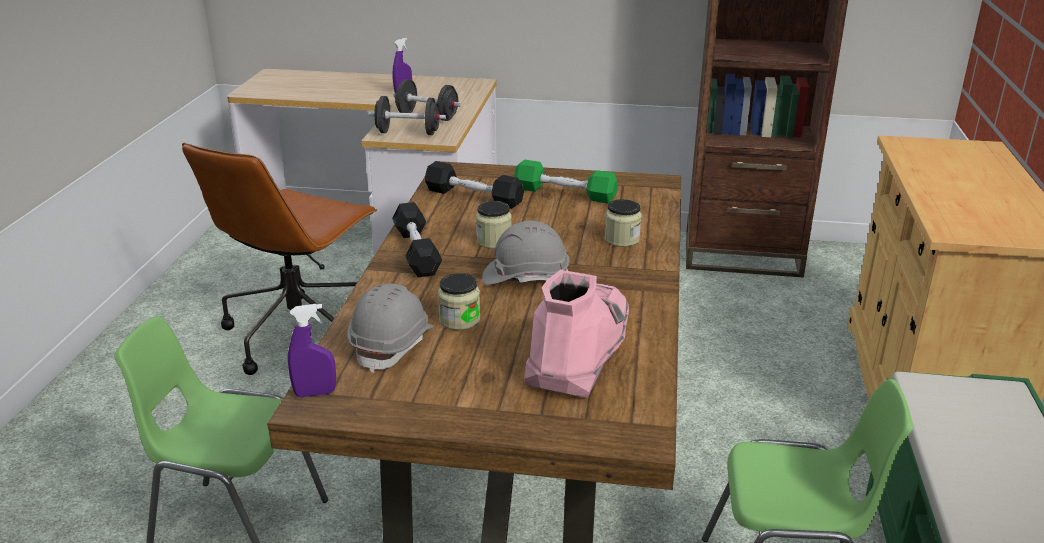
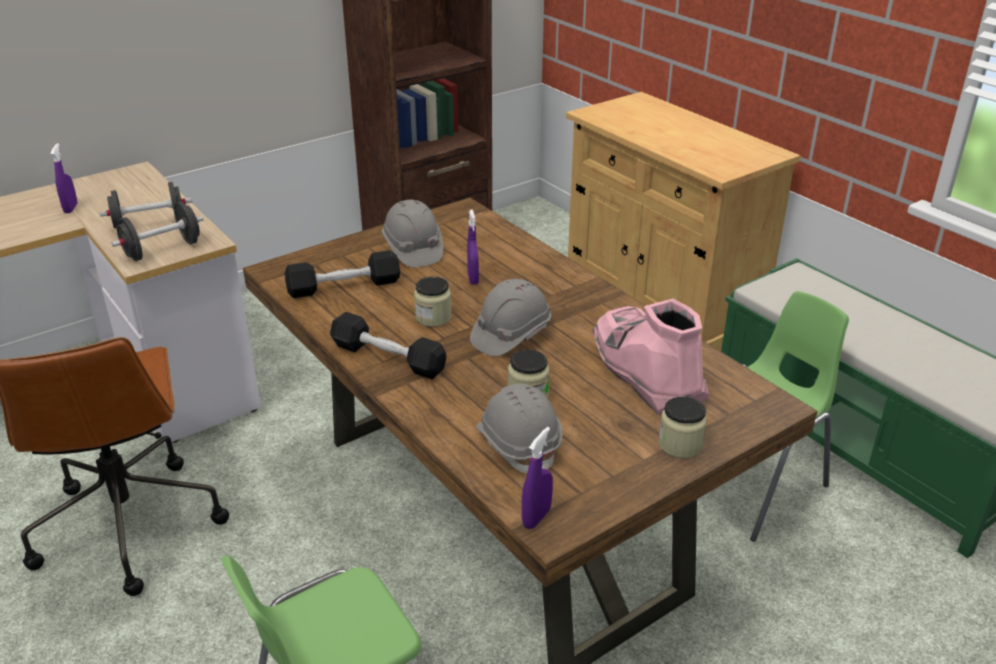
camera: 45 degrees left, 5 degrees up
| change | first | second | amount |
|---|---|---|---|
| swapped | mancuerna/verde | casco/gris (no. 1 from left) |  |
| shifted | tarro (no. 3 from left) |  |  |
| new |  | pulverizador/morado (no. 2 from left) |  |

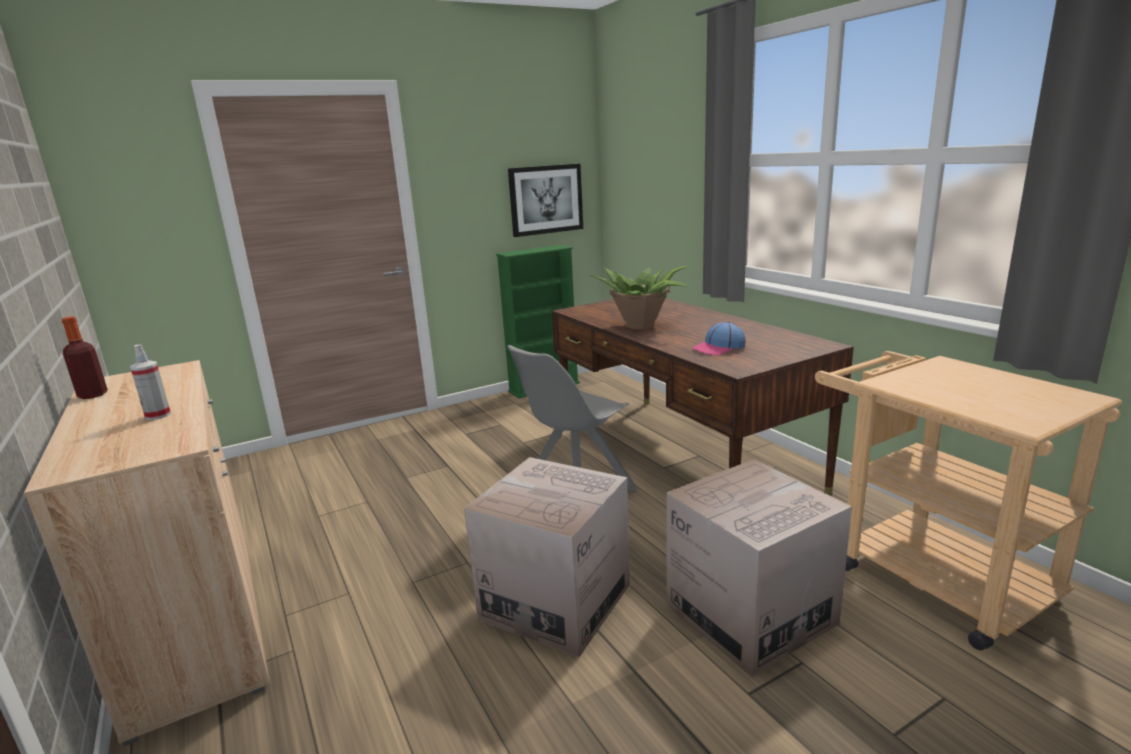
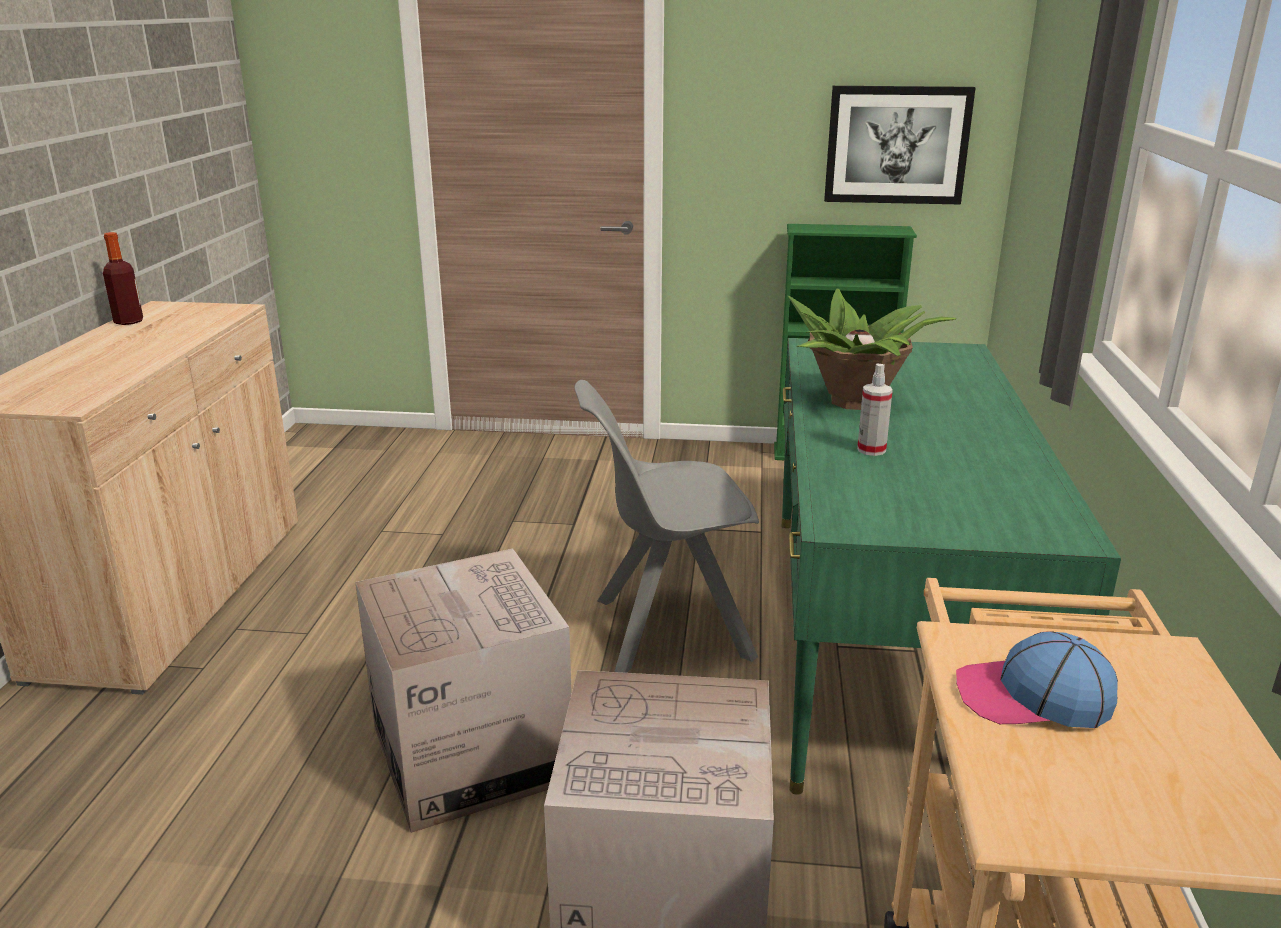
camera: 35 degrees right, 5 degrees up
| change | first | second | amount |
|---|---|---|---|
| repainted | escritorio/marrón | escritorio/verde |  |
| shifted | gorra |  |  |
| shifted | pulverizador |  |  |

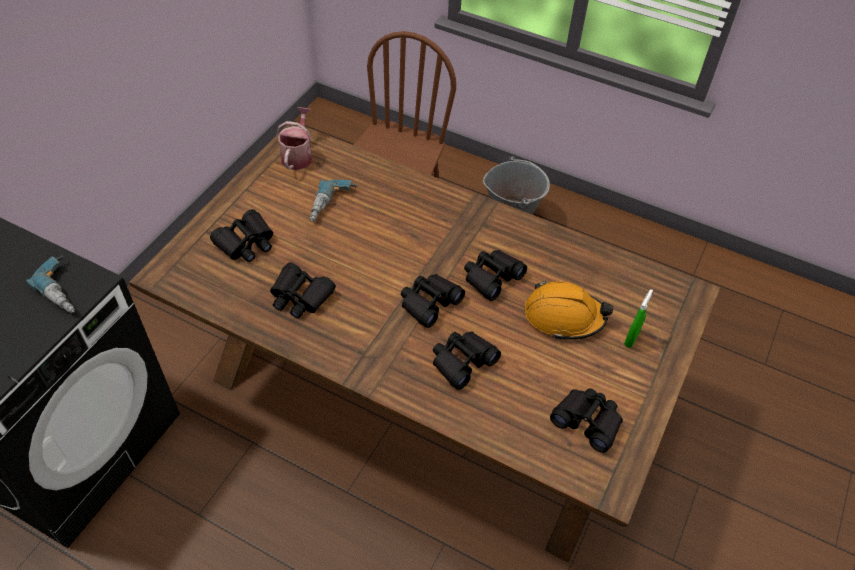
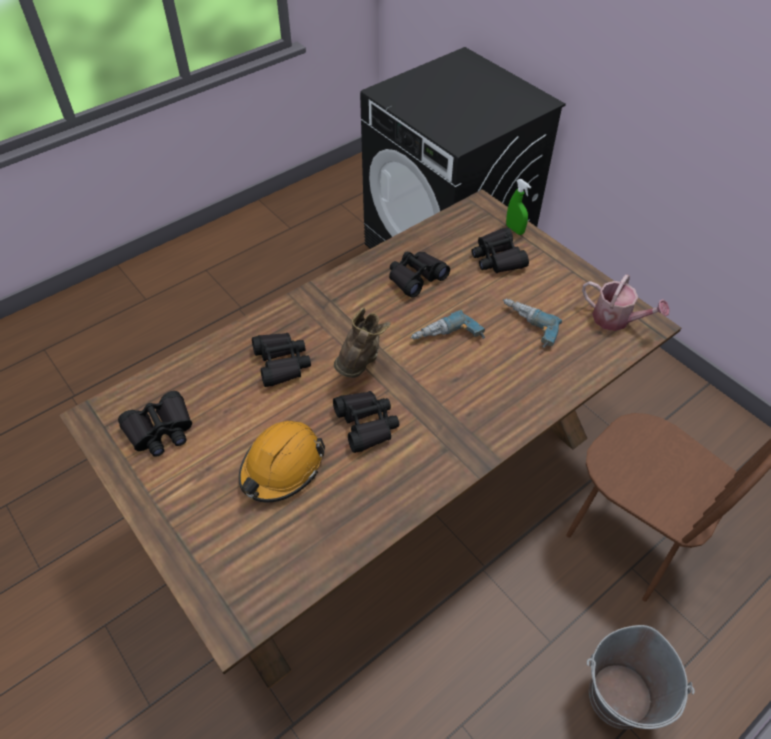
camera: 115 degrees right, 0 degrees up
| change | first | second | amount |
|---|---|---|---|
| shifted | taladro (no. 1 from left) |  |  |
| swapped | prismáticos/negro (no. 3 from left) | bota/marrón |  |
| shifted | pulverizador/verde |  |  |

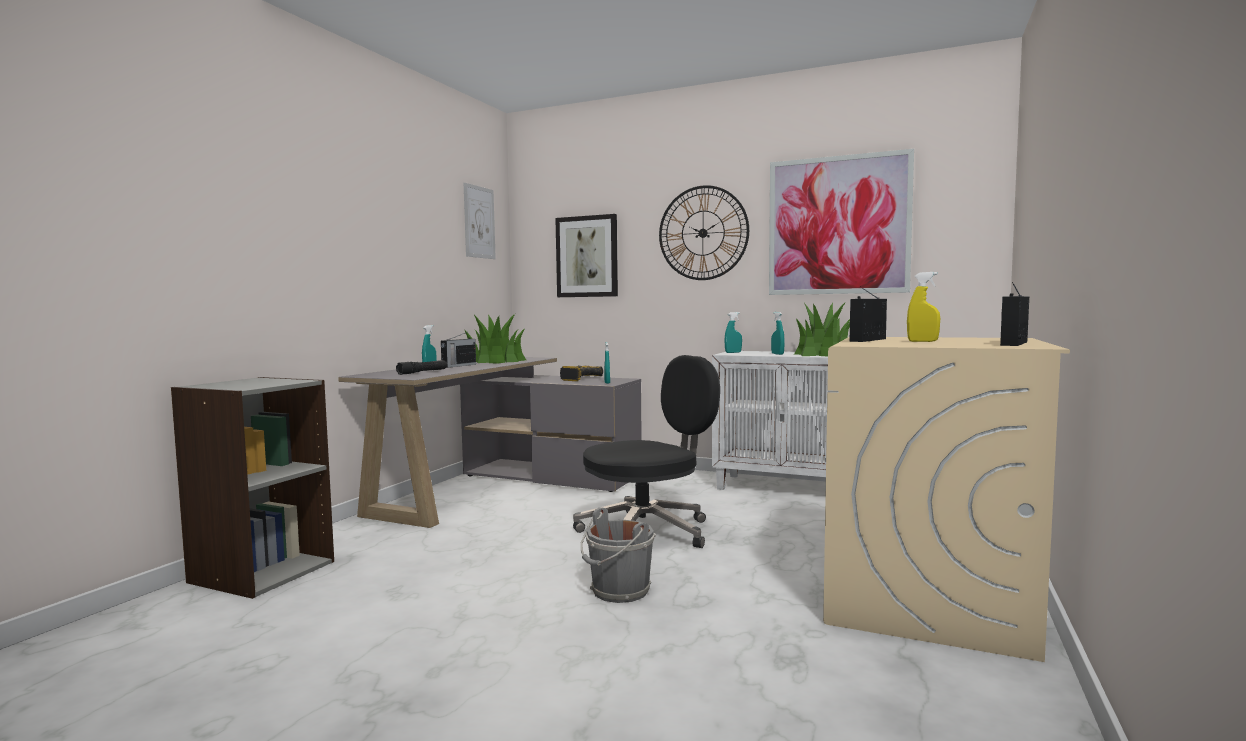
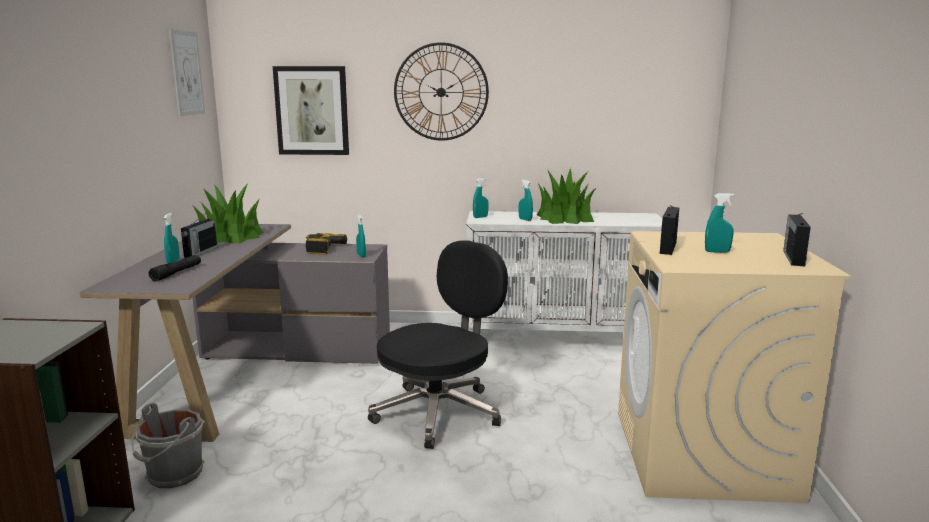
camera: 20 degrees left, 10 degrees up
| change | first | second | amount |
|---|---|---|---|
| gone | cuadro (no. 3 from left) |  |  |
| repainted | pulverizador/amarillo | pulverizador/turquesa (no. 5 from left) |  |
| shifted | cubo/gris |  |  |

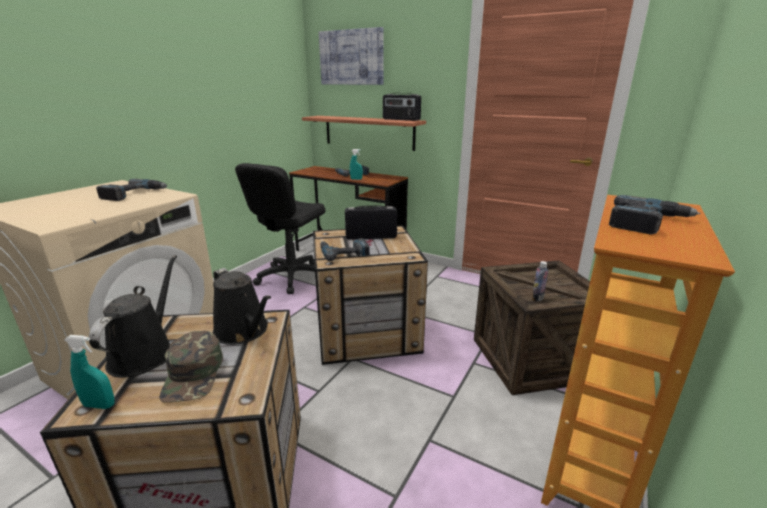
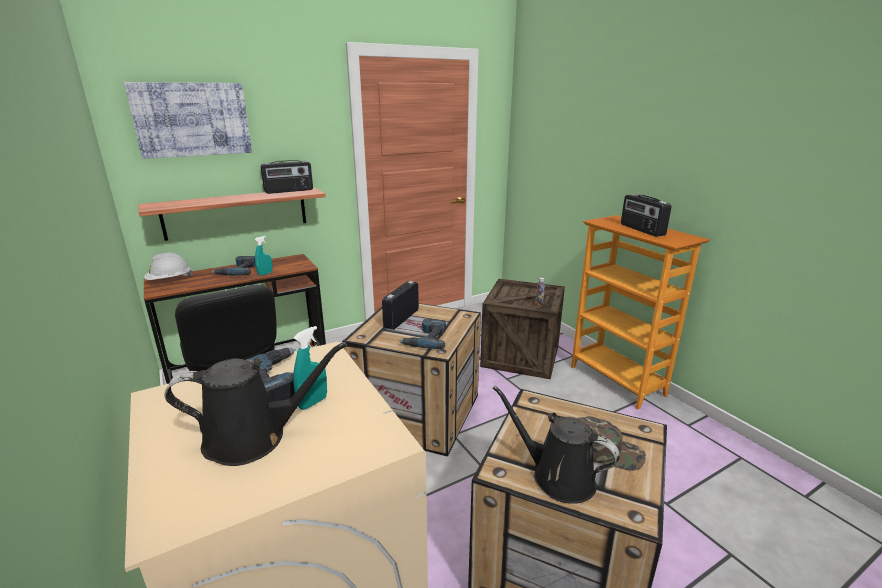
camera: 60 degrees left, 0 degrees up
| change | first | second | amount |
|---|---|---|---|
| swapped | taladro (no. 4 from left) | radio (no. 3 from left) |  |
| shifted | regadera/negro (no. 2 from left in the first image) | regadera/negro (no. 1 from left) |  |
| shifted | pulverizador/turquesa (no. 1 from left in the first image) | pulverizador/turquesa (no. 2 from left) |  |
| new |  | casco/blanco |  |

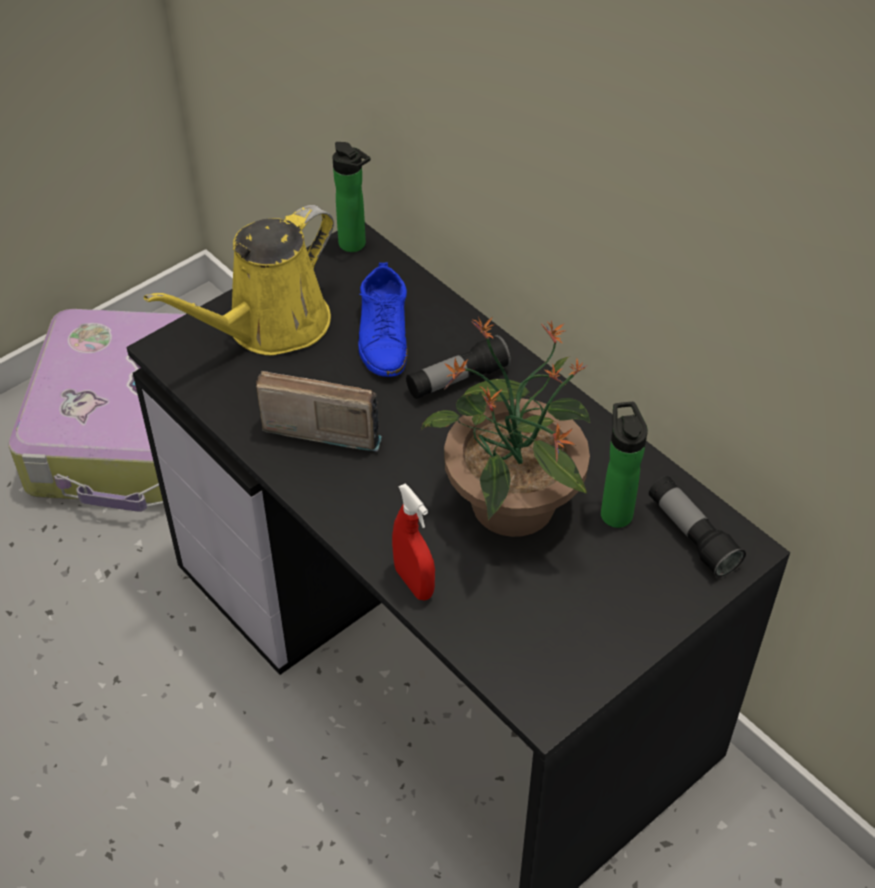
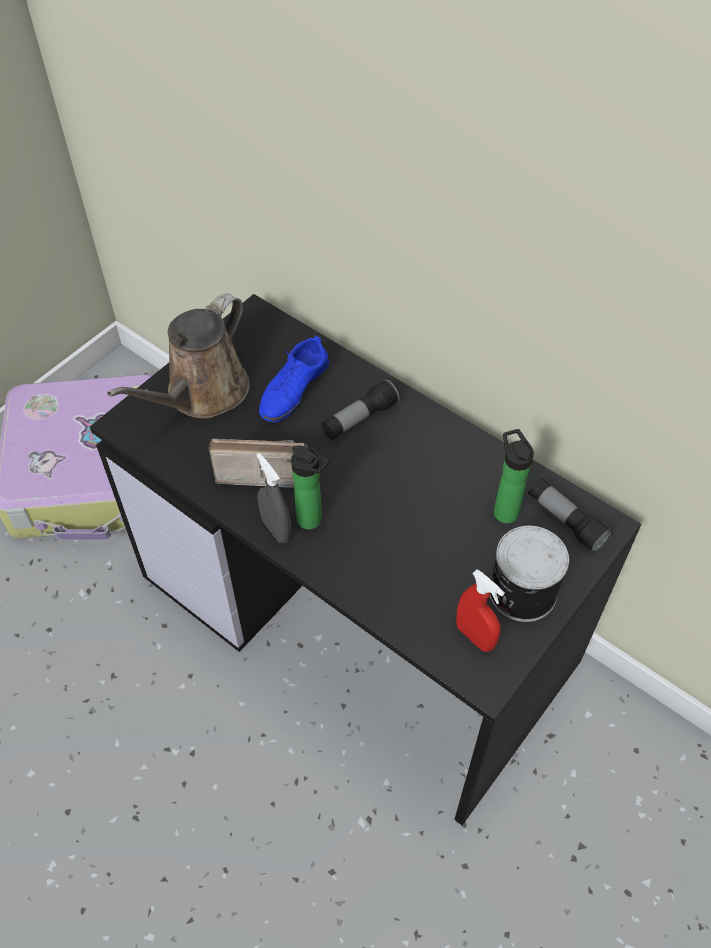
camera: 10 degrees left, 5 degrees up
| change | first | second | amount |
|---|---|---|---|
| shifted | botella (no. 1 from left) |  |  |
| repainted | regadera/amarillo | regadera/marrón |  |
| rotated | zapato/azul |  | 45 degrees clockwise |
| gone | planta en maceta |  |  |
| shifted | pulverizador/rojo |  |  |
| new |  | pulverizador/gris |  |
| new |  | lata |  |

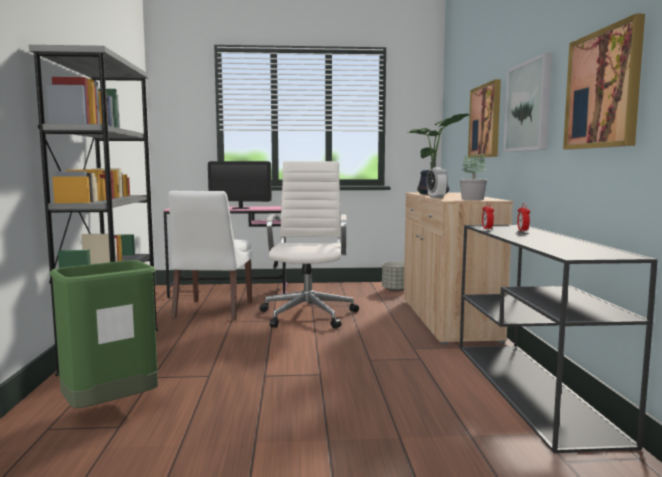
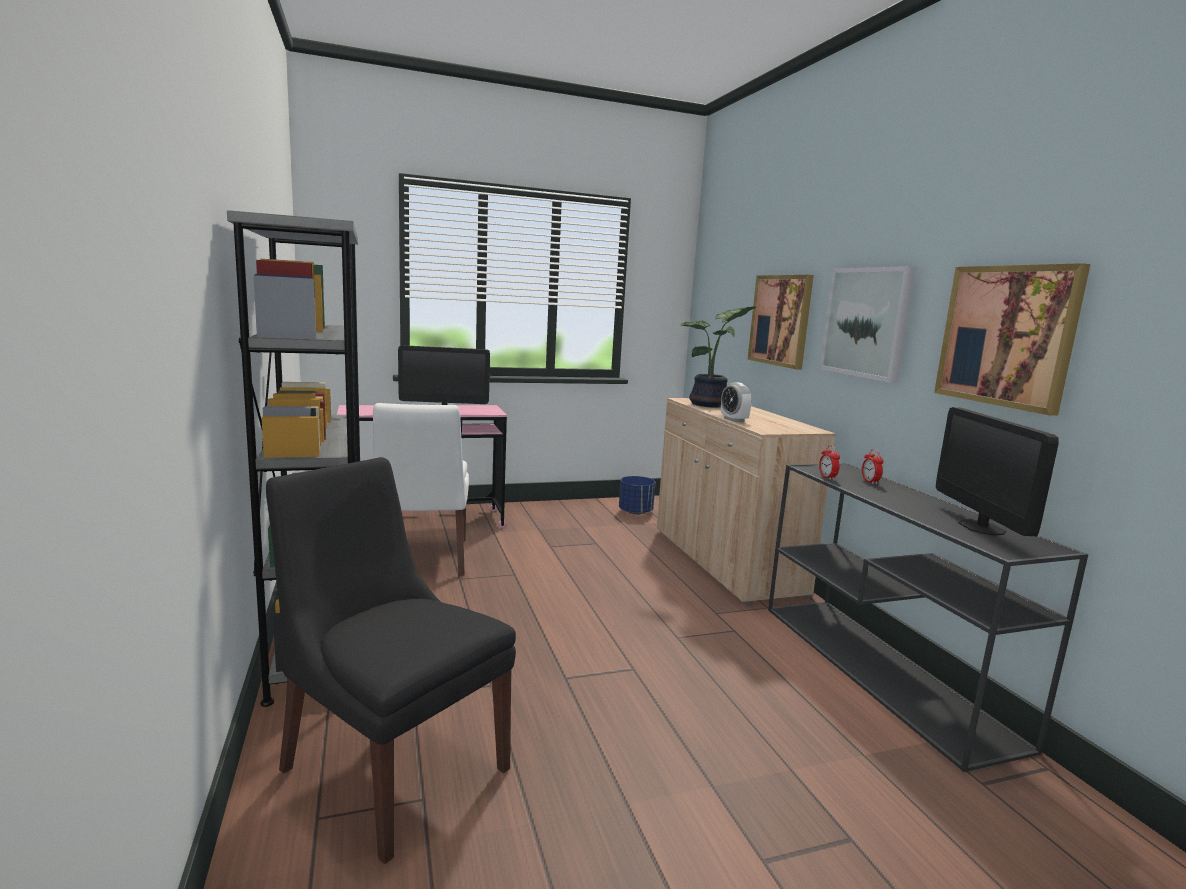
camera: 15 degrees left, 5 degrees up
| change | first | second | amount |
|---|---|---|---|
| gone | planta en maceta (no. 2 from left) |  |  |
| gone | silla de oficina/blanco |  |  |
| swapped | papelera/verde | silla/negro |  |
| repainted | maceta/gris | maceta/azul |  |
| new |  | monitor (no. 2 from left) |  |

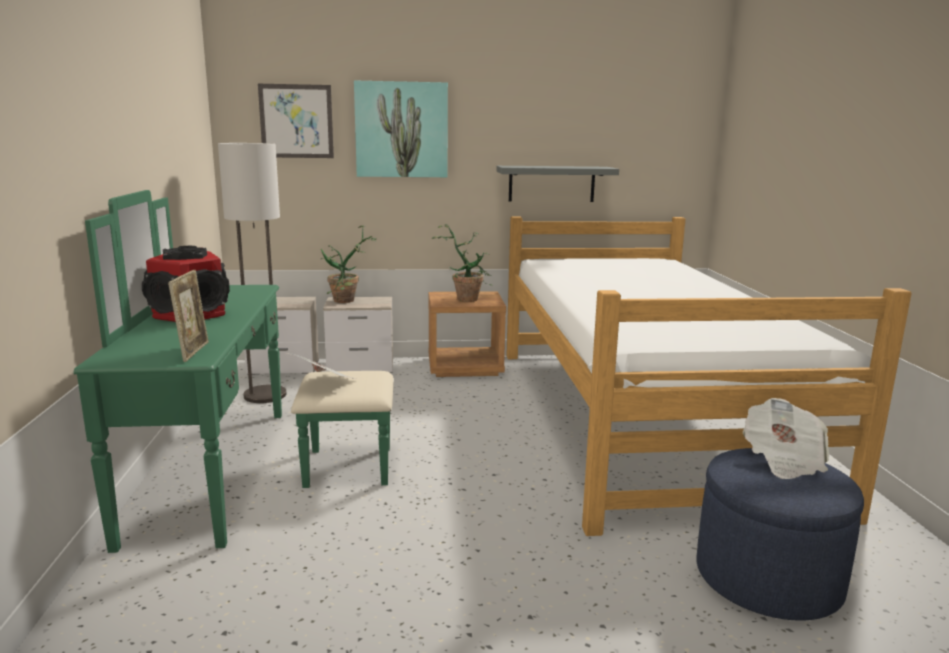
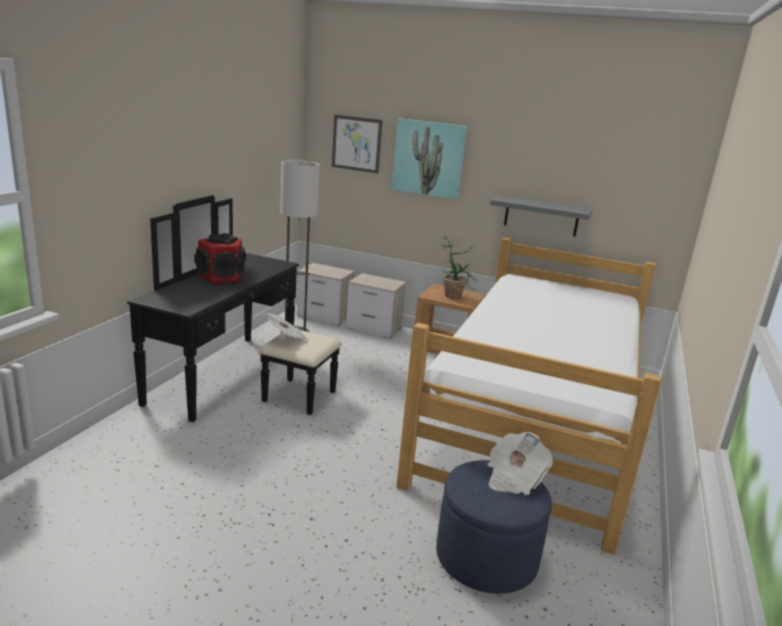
camera: 25 degrees right, 5 degrees up
| change | first | second | amount |
|---|---|---|---|
| repainted | cómoda/verde | cómoda/negro |  |
| gone | planta en maceta (no. 1 from left) |  |  |
| gone | portarretratos |  |  |

